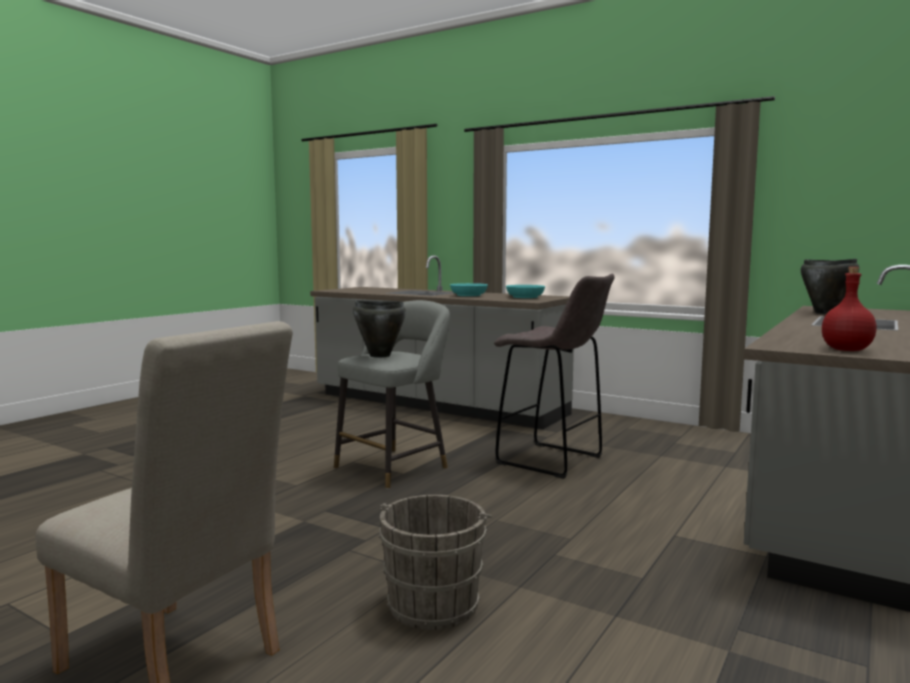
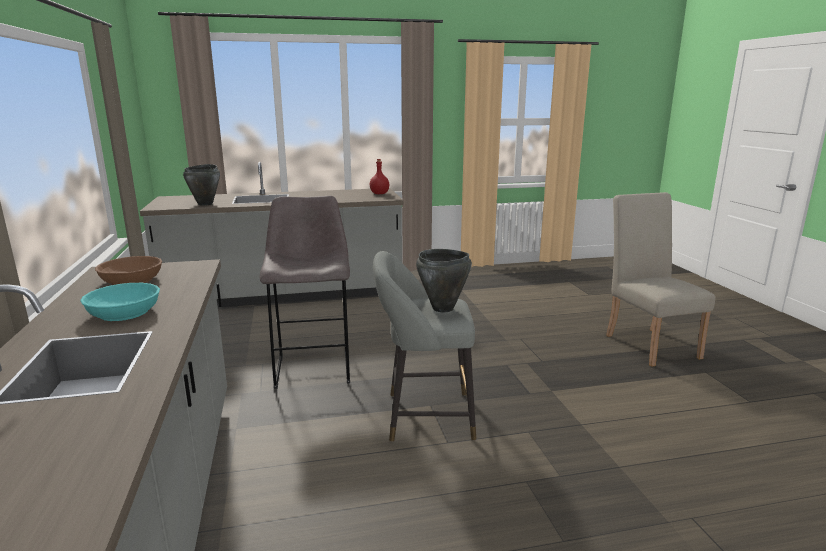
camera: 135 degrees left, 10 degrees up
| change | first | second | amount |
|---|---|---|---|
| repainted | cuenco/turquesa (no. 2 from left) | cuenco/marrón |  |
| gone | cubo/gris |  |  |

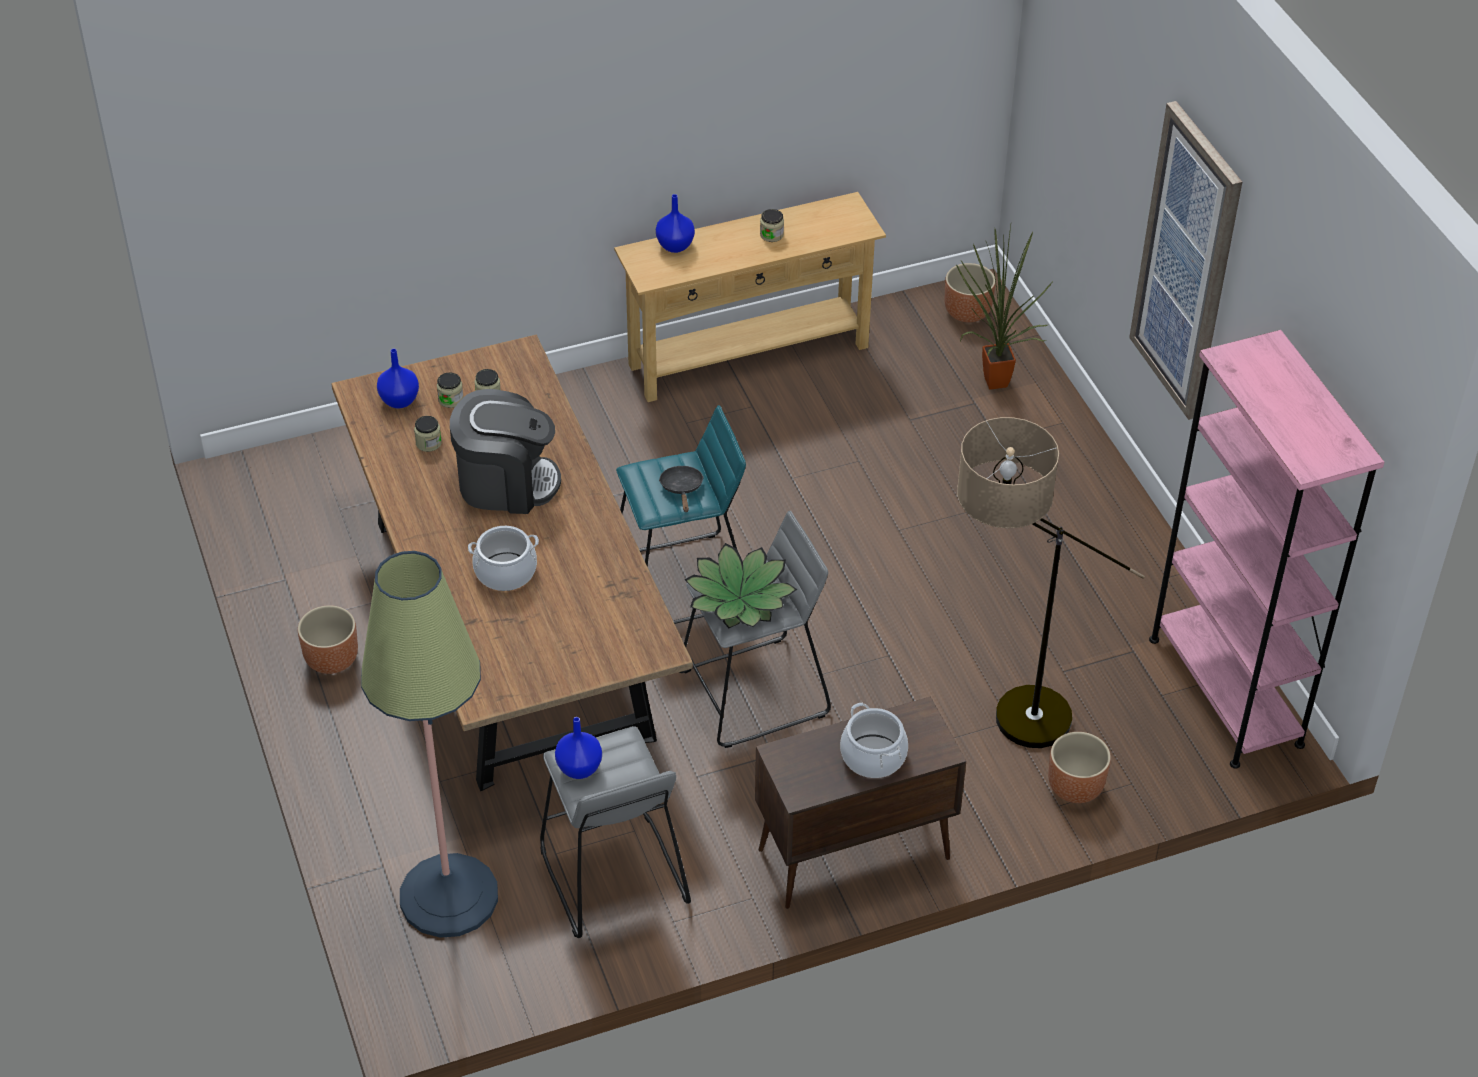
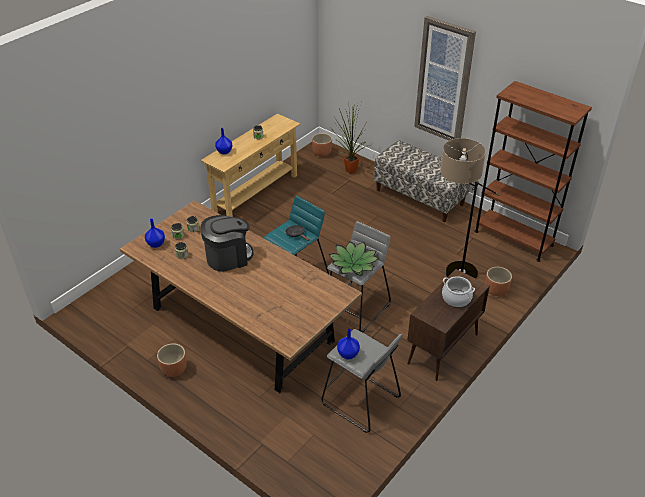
camera: 30 degrees left, 5 degrees down
| change | first | second | amount |
|---|---|---|---|
| repainted | estantería/rosa | estantería/marrón |  |
| gone | olla (no. 1 from left) |  |  |
| gone | lámpara de pie (no. 1 from left) |  |  |
| new |  | banco |  |

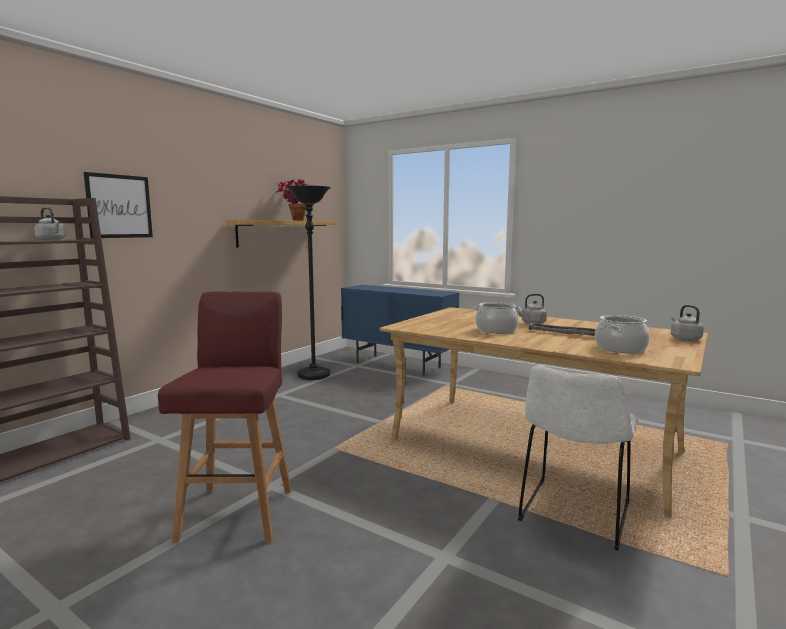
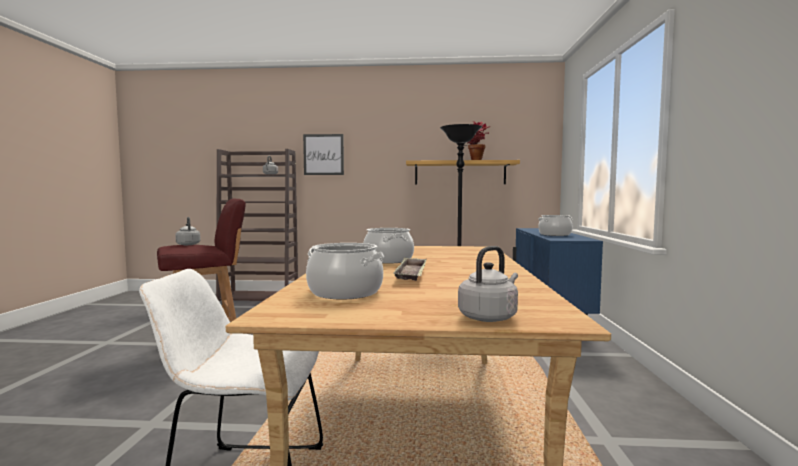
camera: 60 degrees right, 5 degrees down
| change | first | second | amount |
|---|---|---|---|
| shifted | hervidor/gris (no. 2 from left in the first image) | hervidor/gris (no. 1 from left) |  |
| new |  | olla (no. 3 from left) |  |

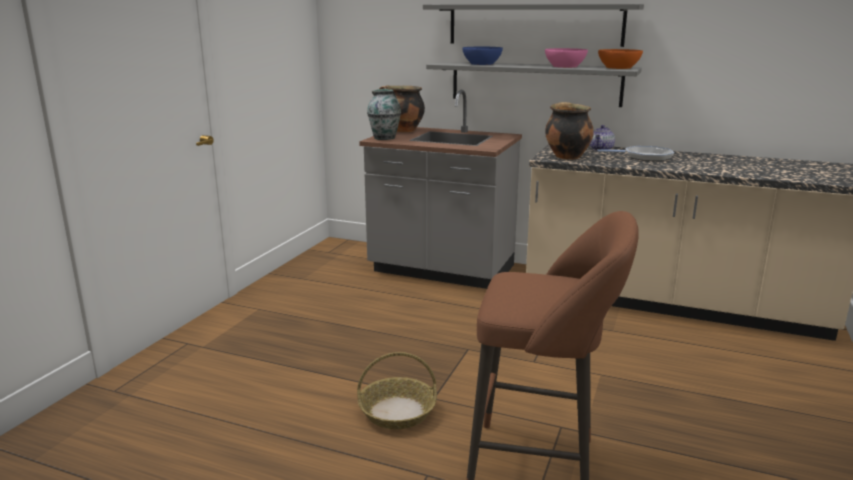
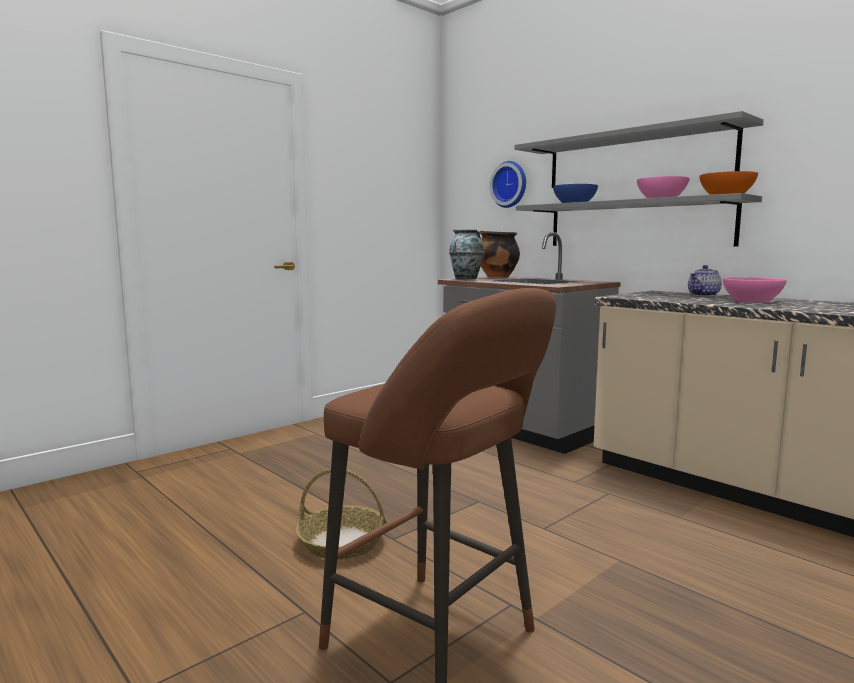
camera: 25 degrees right, 10 degrees down
| change | first | second | amount |
|---|---|---|---|
| gone | olla (no. 2 from left) |  |  |
| swapped | sartén | cuenco/rosa (no. 2 from left) |  |
| new |  | reloj de pared |  |

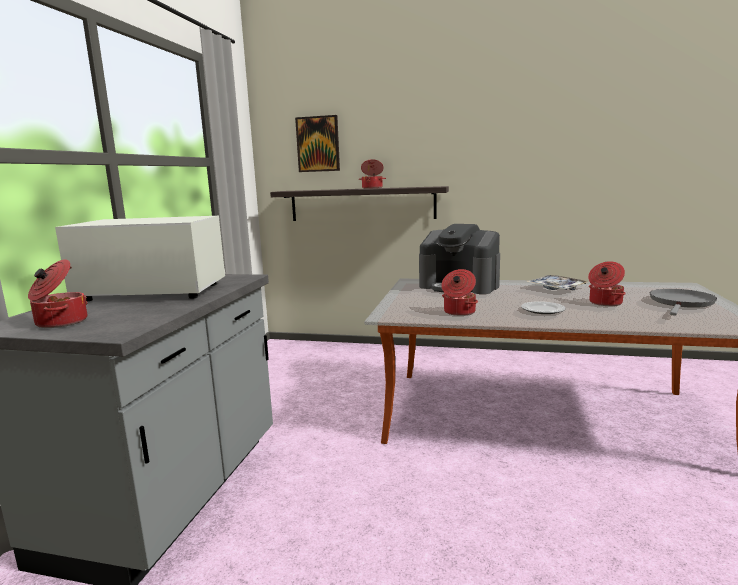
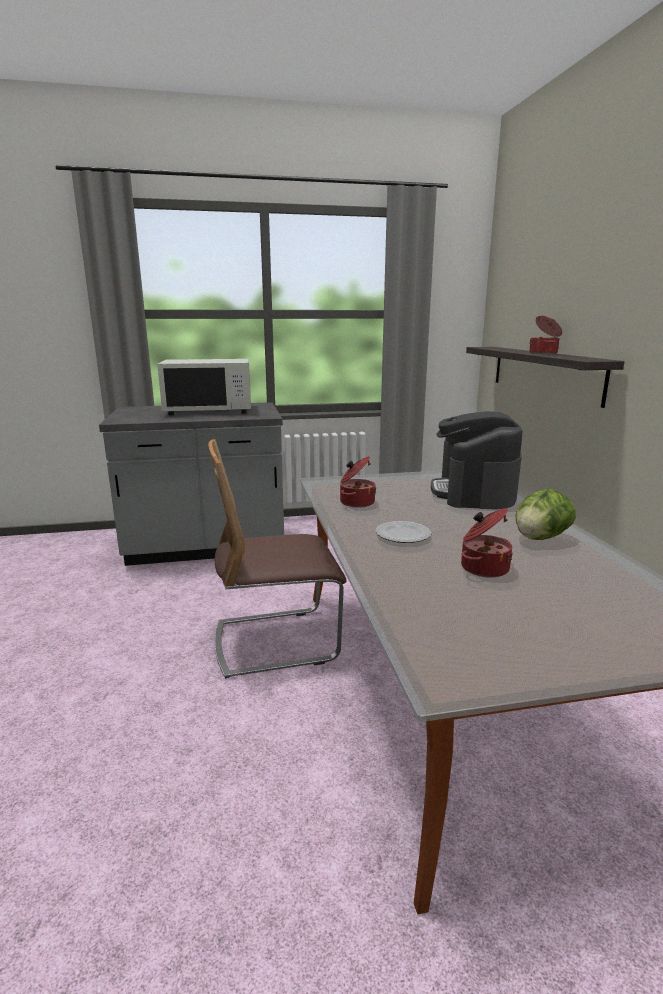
camera: 65 degrees right, 5 degrees up
| change | first | second | amount |
|---|---|---|---|
| gone | cuadro |  |  |
| rotated | microondas/blanco |  | 105 degrees clockwise |
| gone | olla (no. 1 from left) |  |  |
| swapped | bandeja | lechuga |  |
| gone | sartén/gris |  |  |
| new |  | silla |  |

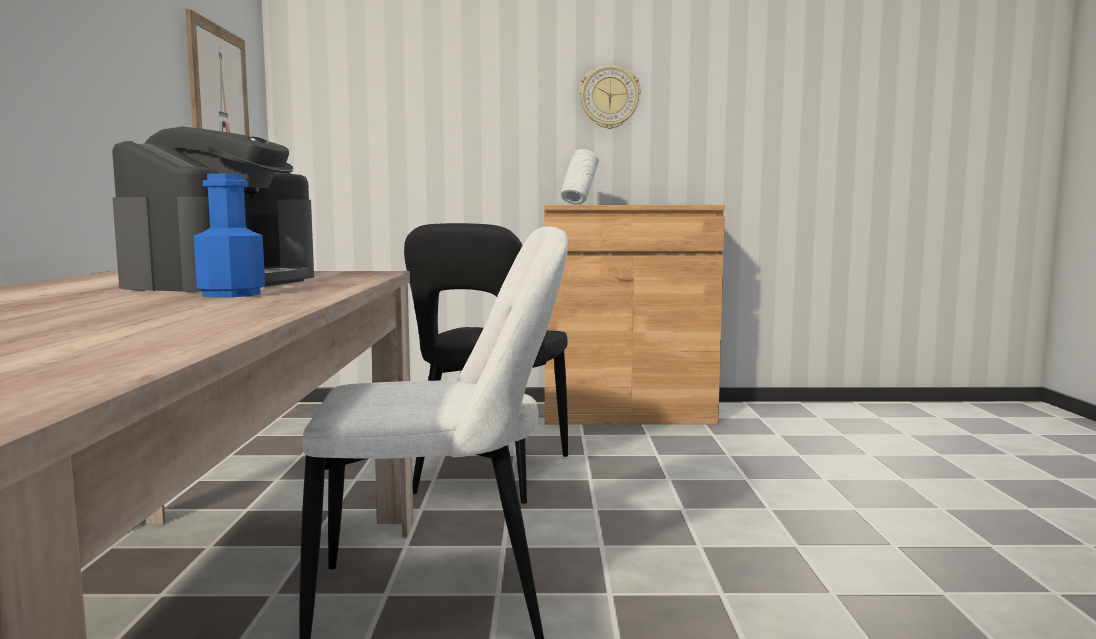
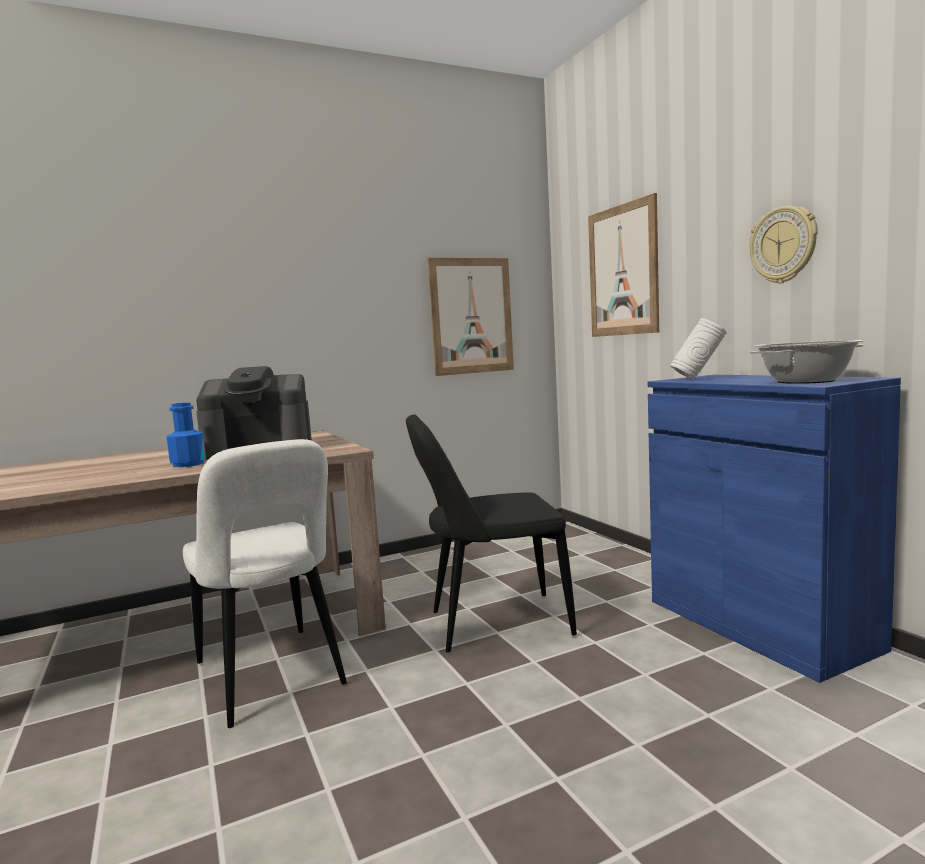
camera: 65 degrees right, 0 degrees up
| change | first | second | amount |
|---|---|---|---|
| repainted | armario/marrón | armario/azul |  |
| new |  | cuadro (no. 2 from left) |  |
| new |  | olla |  |

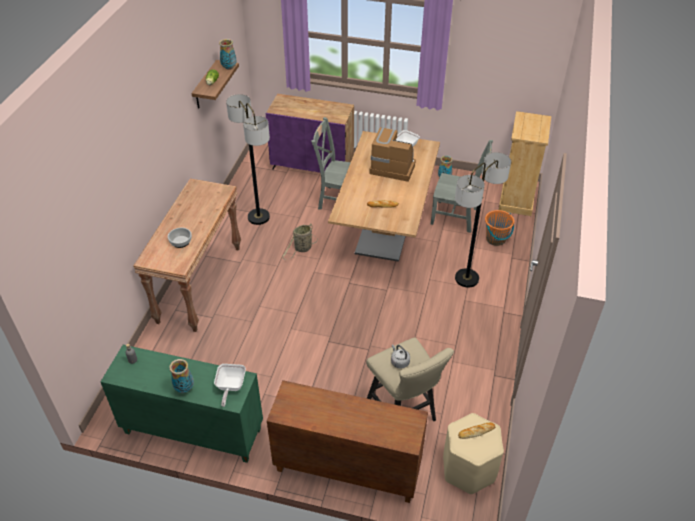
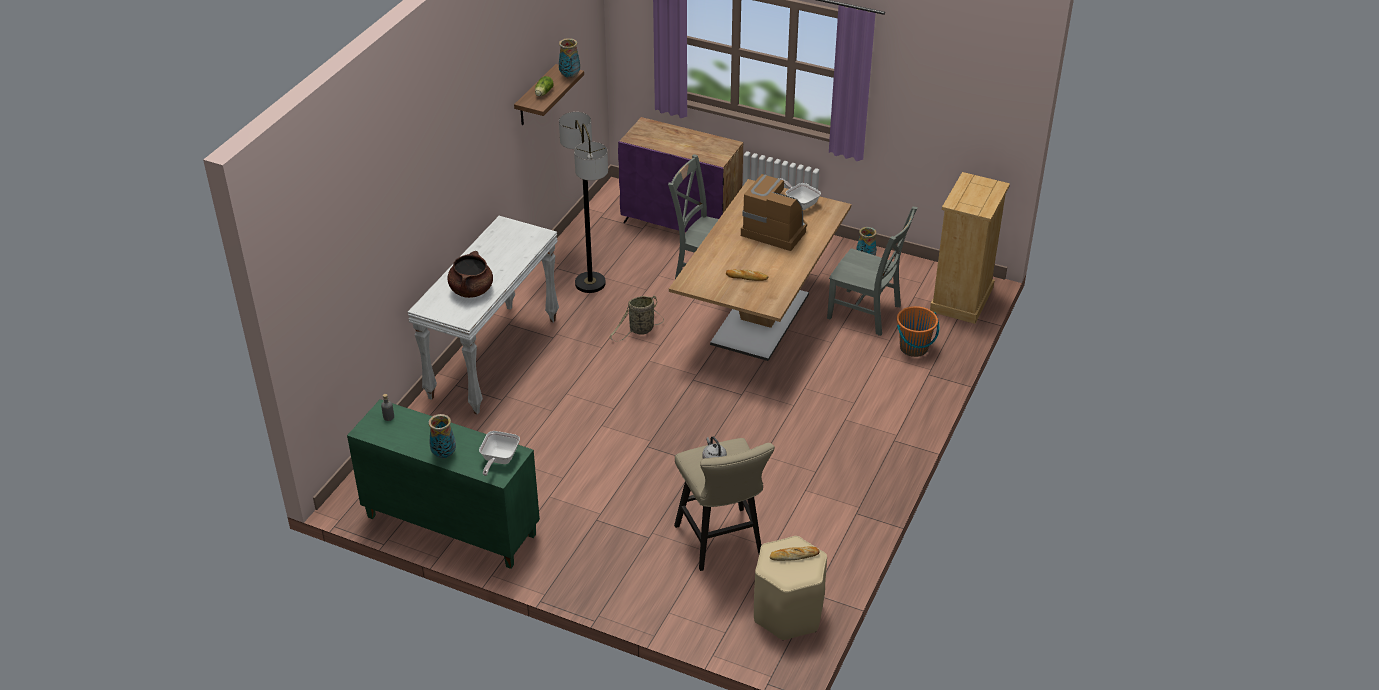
camera: 10 degrees right, 5 degrees down
| change | first | second | amount |
|---|---|---|---|
| gone | lámpara de pie (no. 2 from left) |  |  |
| repainted | mesa consola/marrón | mesa consola/blanco |  |
| swapped | cuenco | olla/marrón |  |
| gone | armario/marrón |  |  |

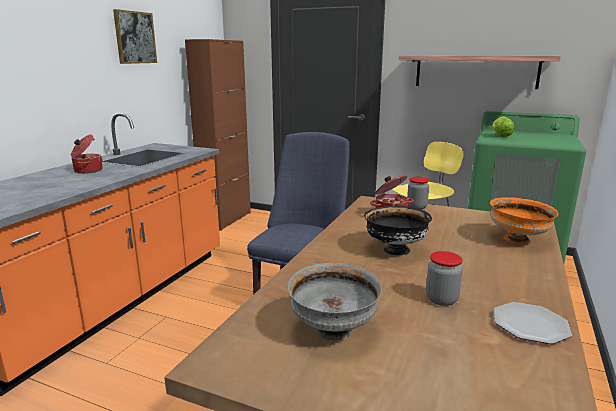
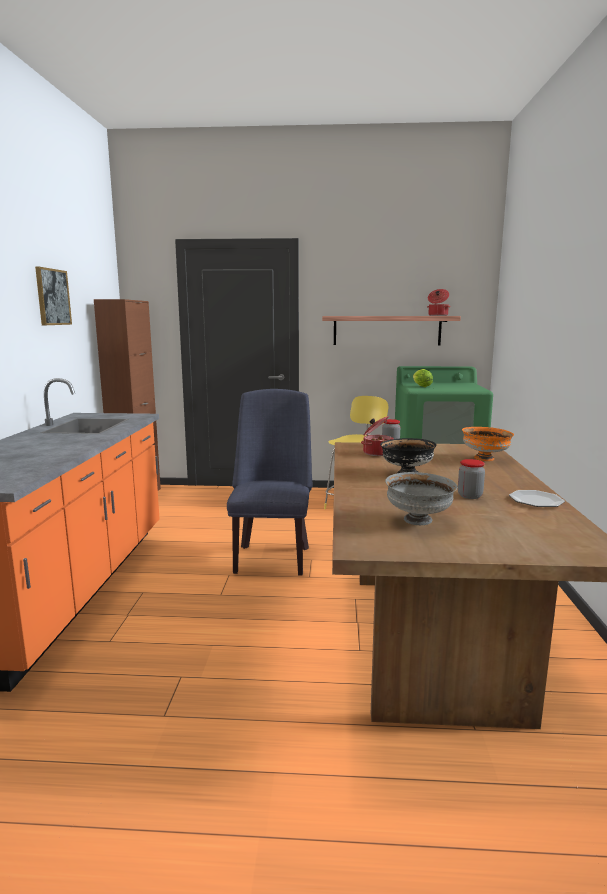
camera: 20 degrees left, 5 degrees down
| change | first | second | amount |
|---|---|---|---|
| shifted | olla (no. 1 from left in the first image) | olla (no. 2 from left) |  |

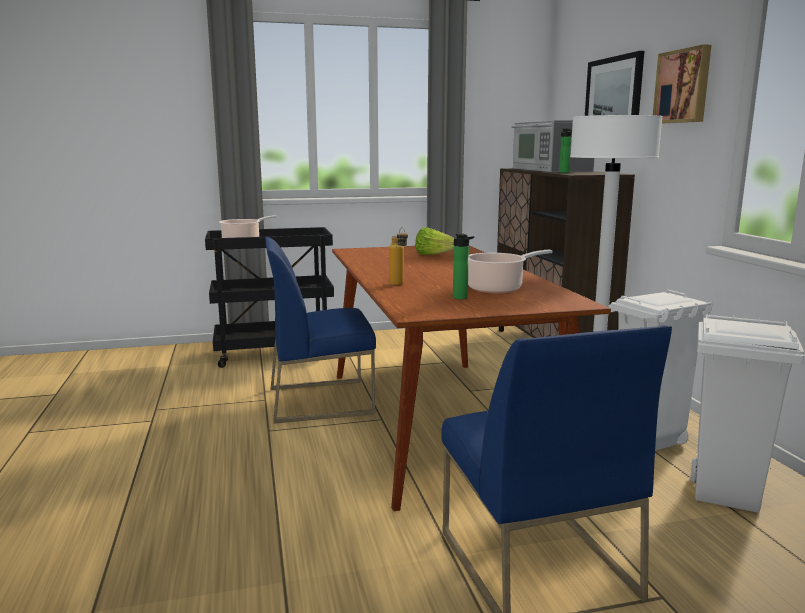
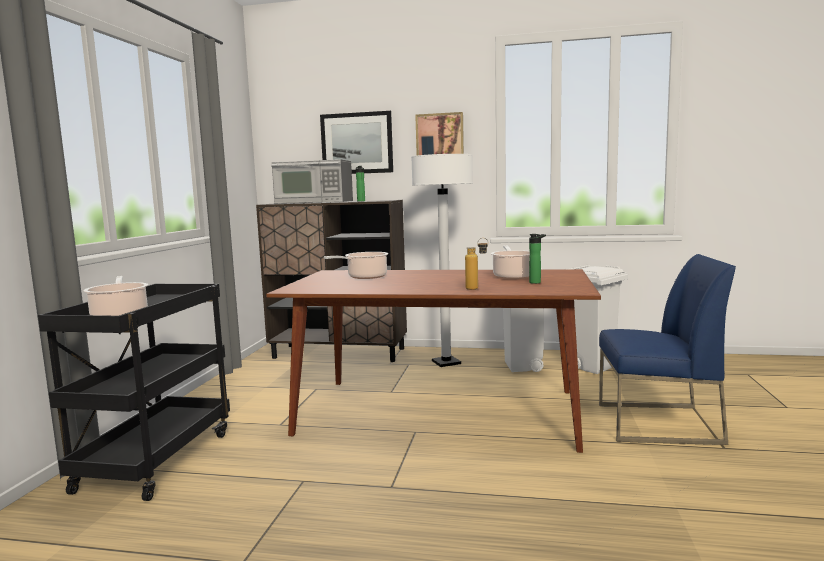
camera: 65 degrees left, 5 degrees down
| change | first | second | amount |
|---|---|---|---|
| swapped | lechuga | olla (no. 2 from left) |  |
| gone | silla/azul (no. 1 from left) |  |  |

